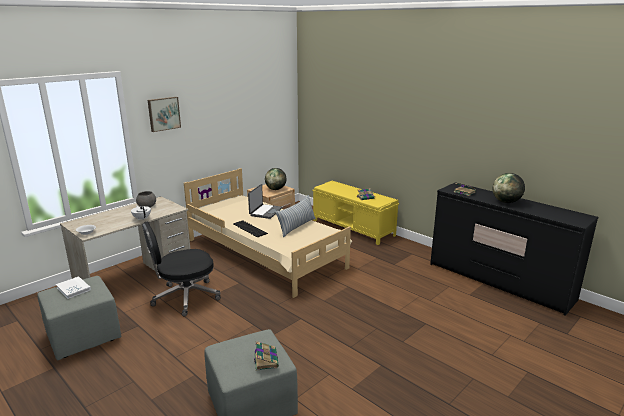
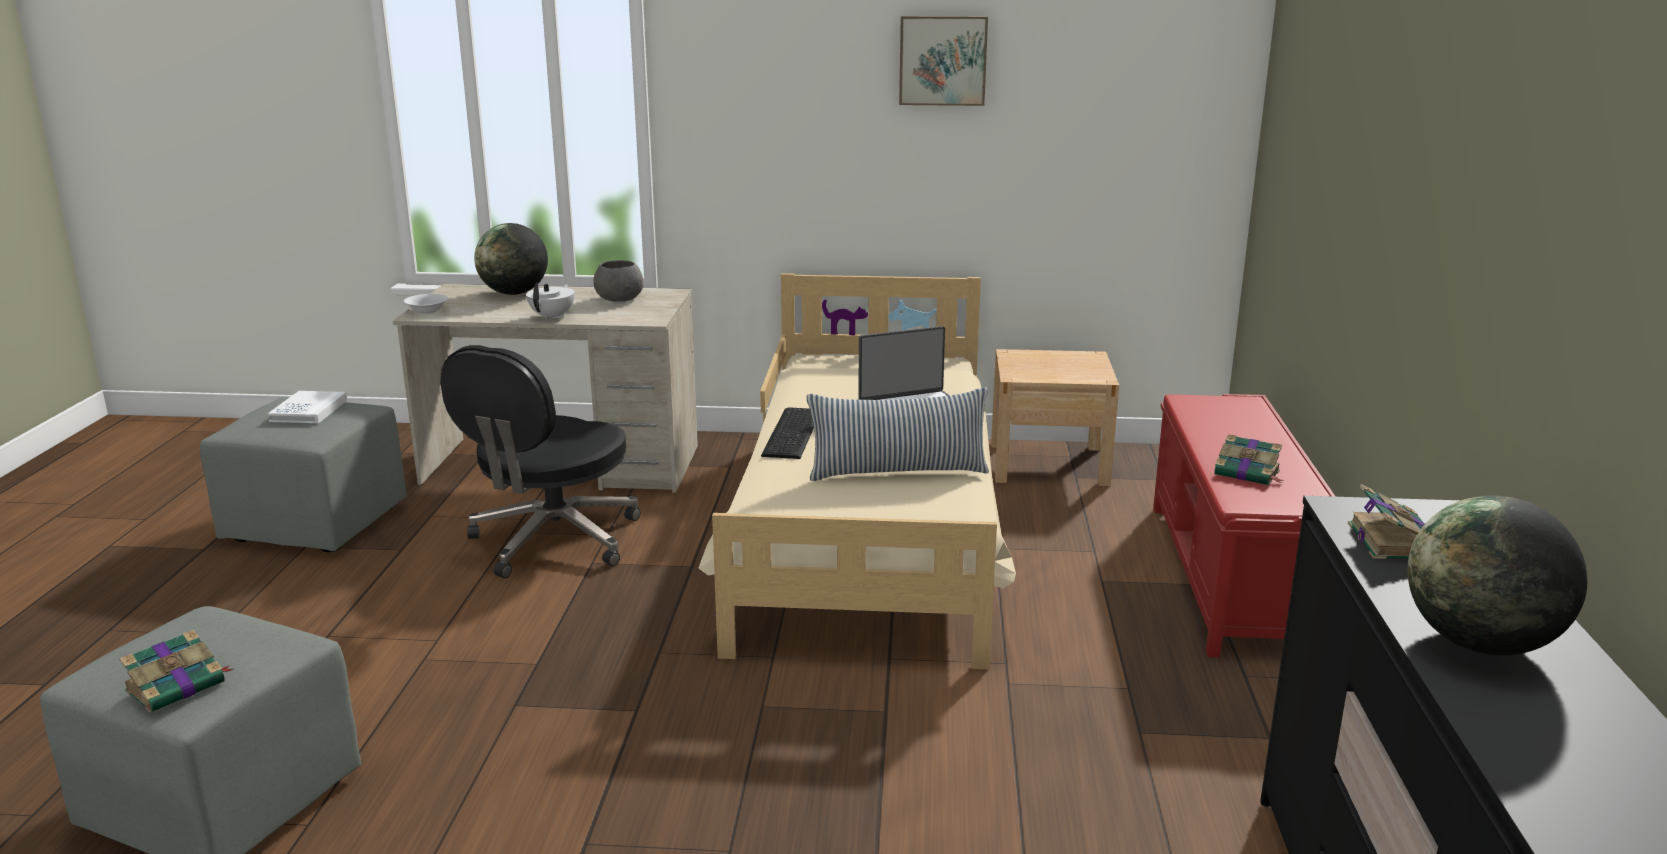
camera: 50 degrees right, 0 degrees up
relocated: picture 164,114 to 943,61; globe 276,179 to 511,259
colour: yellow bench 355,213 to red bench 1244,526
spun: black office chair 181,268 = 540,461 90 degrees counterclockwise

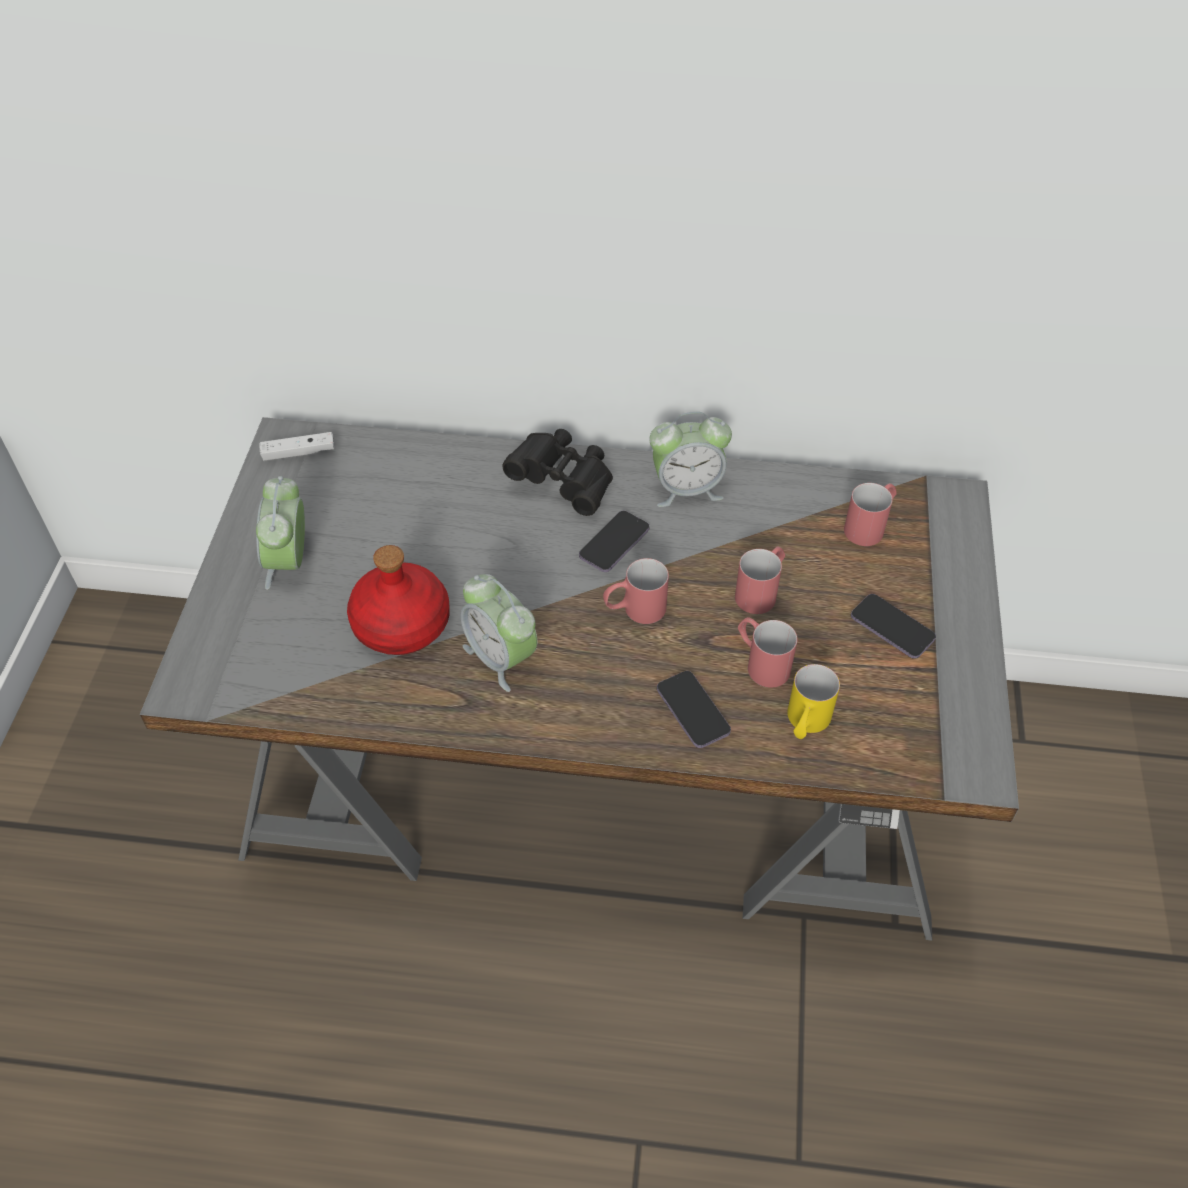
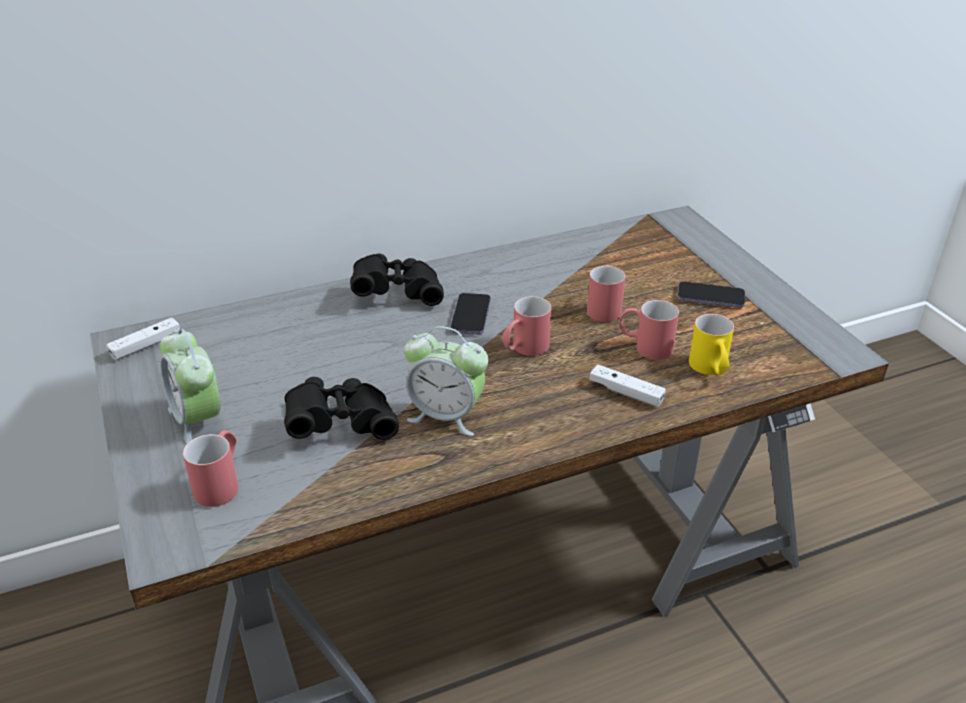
camera: 30 degrees left, 15 degrees down
missing: alarm clock 690,459
relocated: red mug 870,514 to 210,468
exchanged: red bottle 398,600 to black binoculars 341,408; phone 694,709 to white game controller 628,386

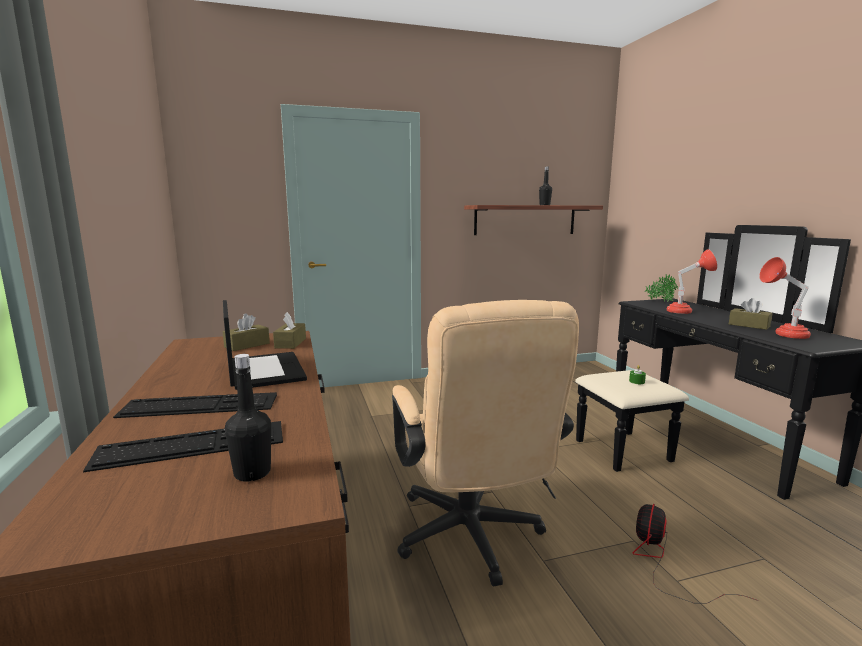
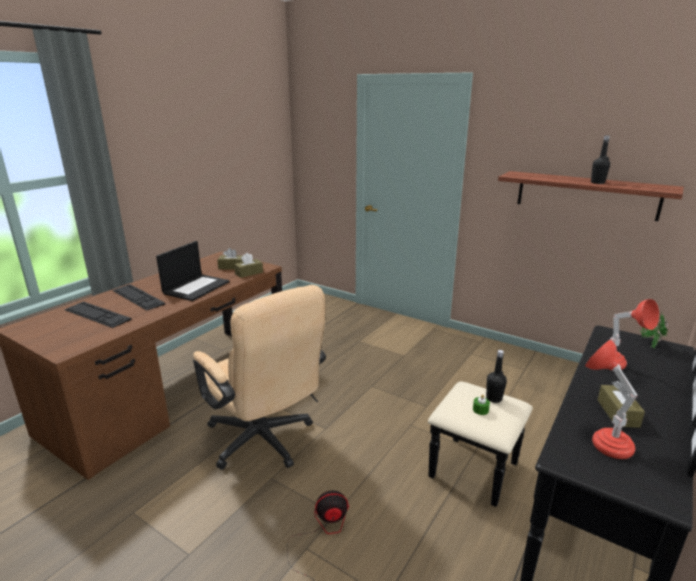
camera: 50 degrees right, 10 degrees up
relocated: black bottle 248,418 to 496,376
spun: beige office chair 485,443 = 259,377 75 degrees counterclockwise

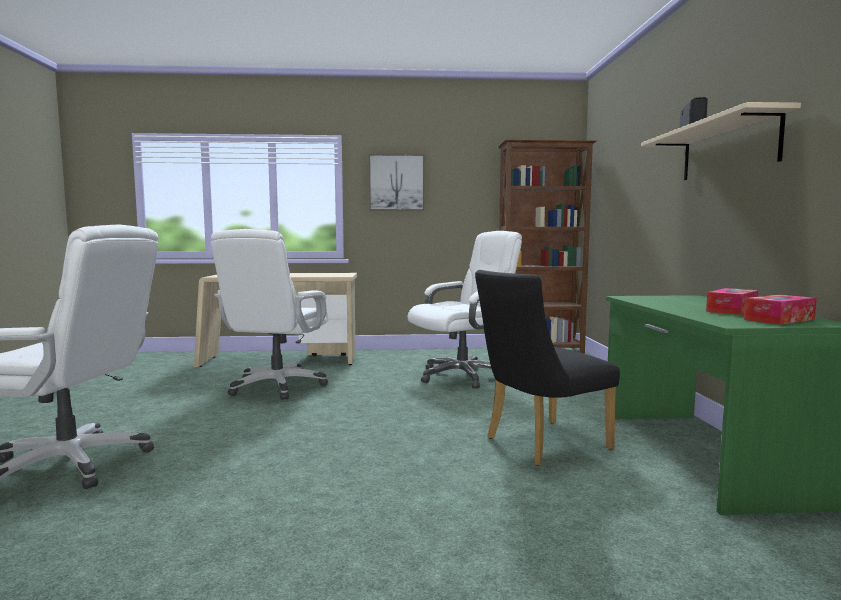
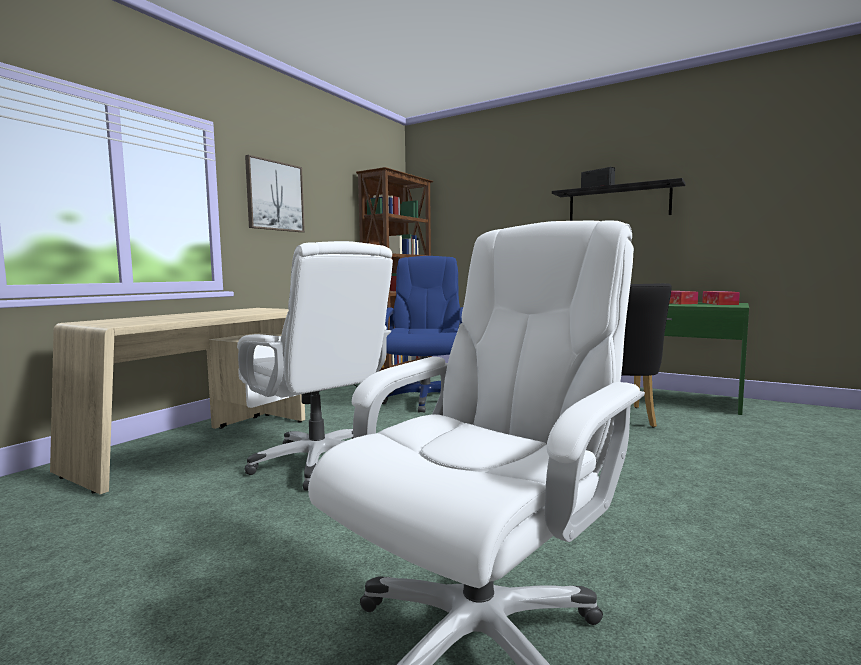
camera: 55 degrees left, 0 degrees up
colour: beige shelf 721,141 to black shelf 619,199; white office chair 465,310 to blue office chair 422,334

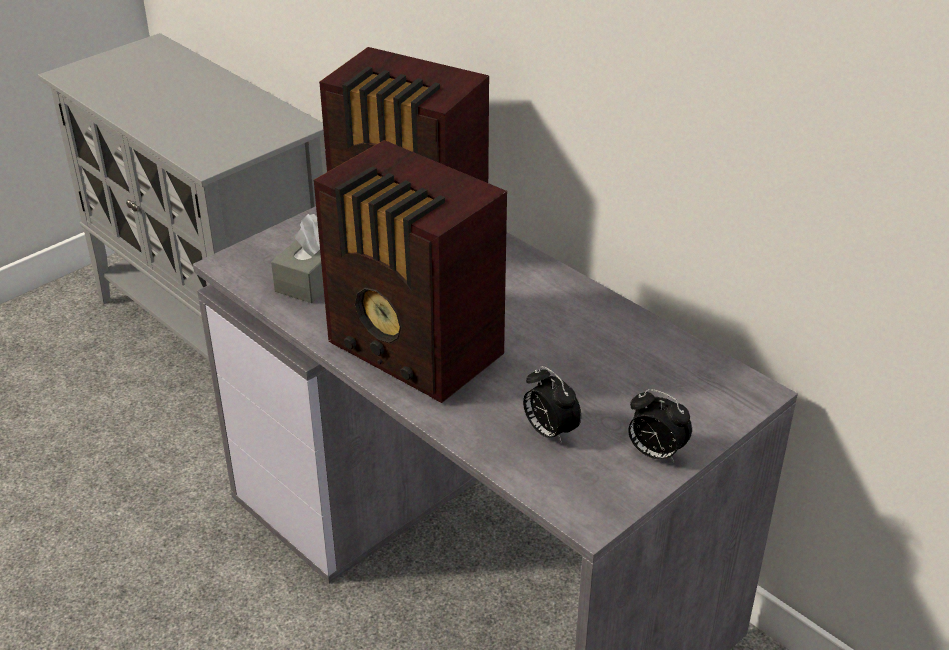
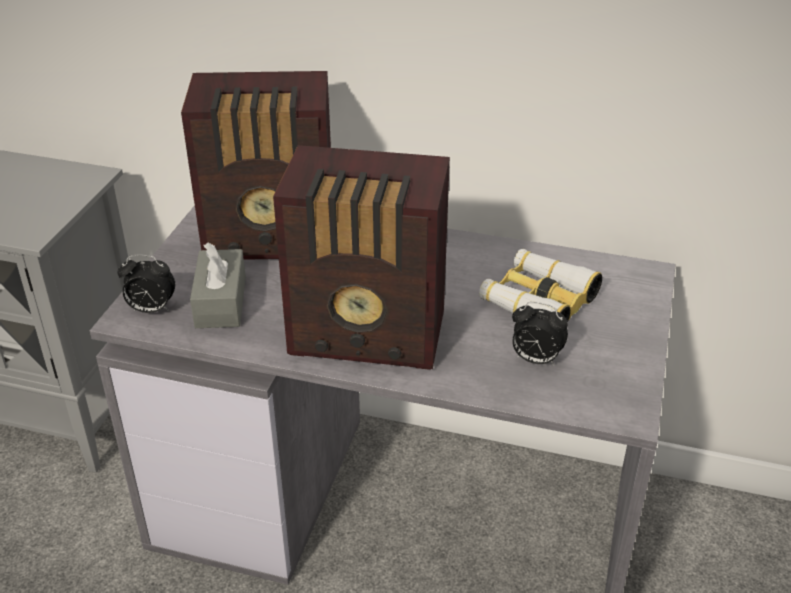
camera: 30 degrees left, 0 degrees up
appeared: binoculars 540,286
relocated: alarm clock 660,426 to 146,284

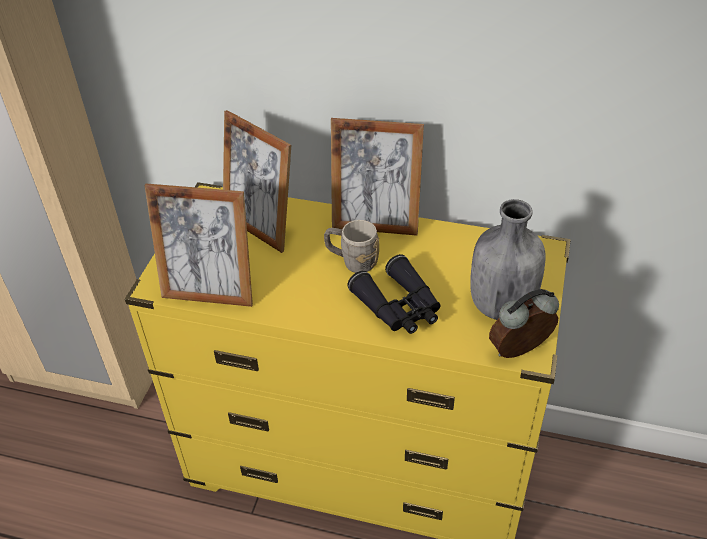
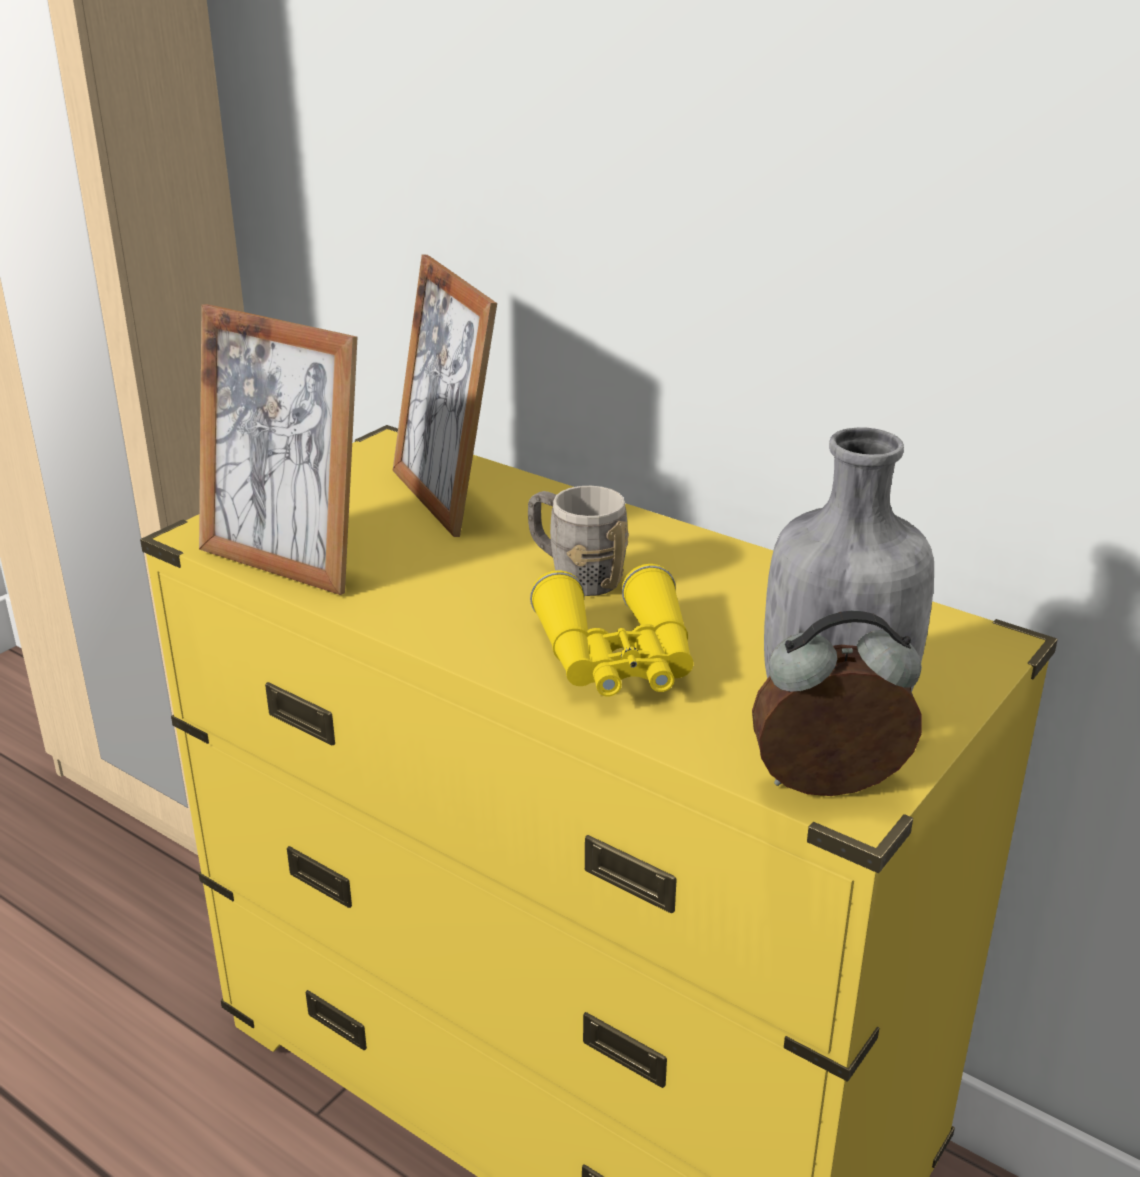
camera: 20 degrees right, 15 degrees down
missing: picture frame 377,177
colour: black binoculars 394,294 to yellow binoculars 612,630

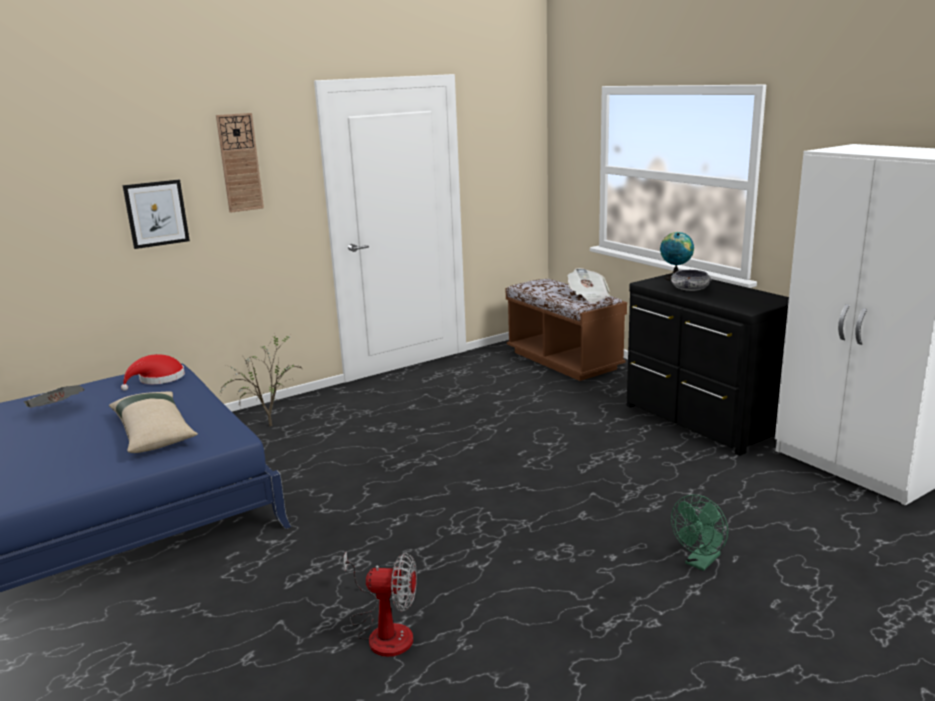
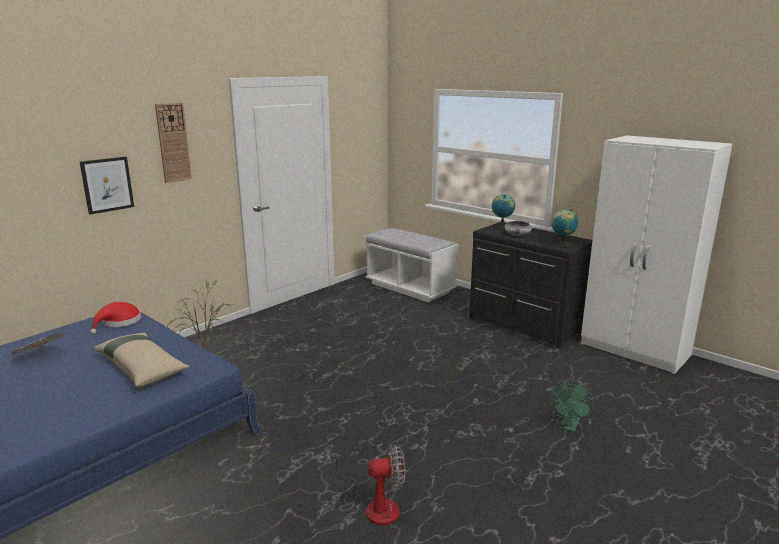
camera: 15 degrees left, 0 degrees up
missing: newspaper 589,285
appeared: globe 564,228
colour: brown bench 566,330 to white bench 412,265

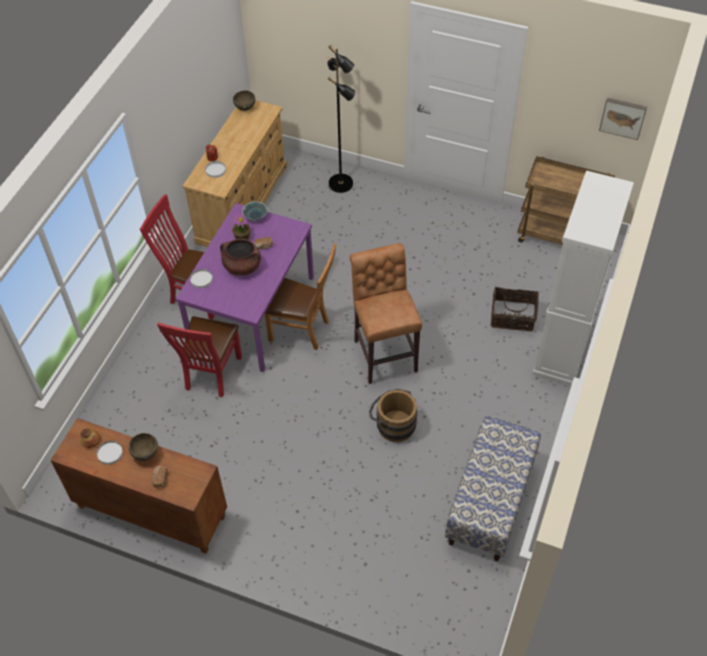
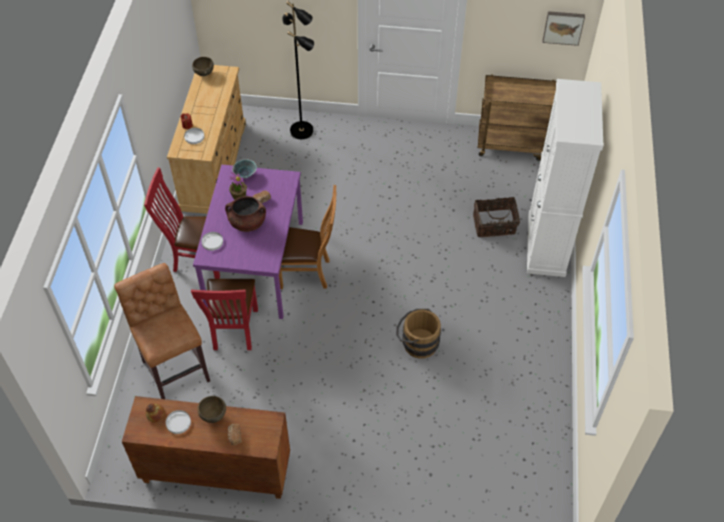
camera: 15 degrees left, 0 degrees up
missing: bench 493,488
relocated: brown stool 386,313 to 162,331

